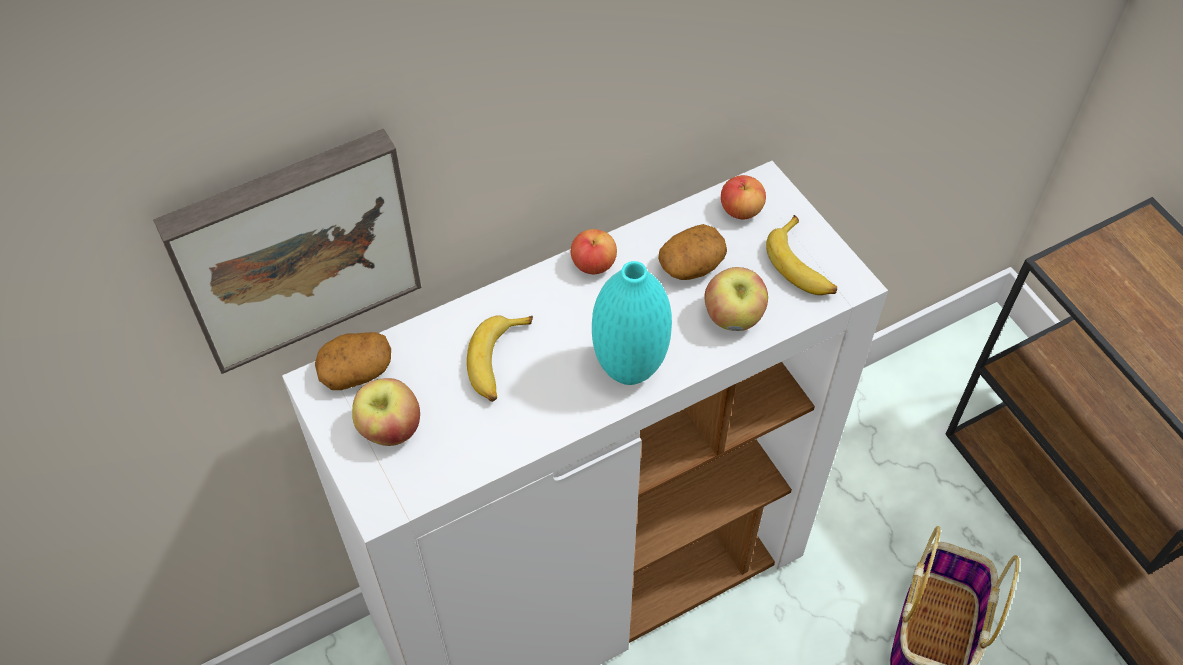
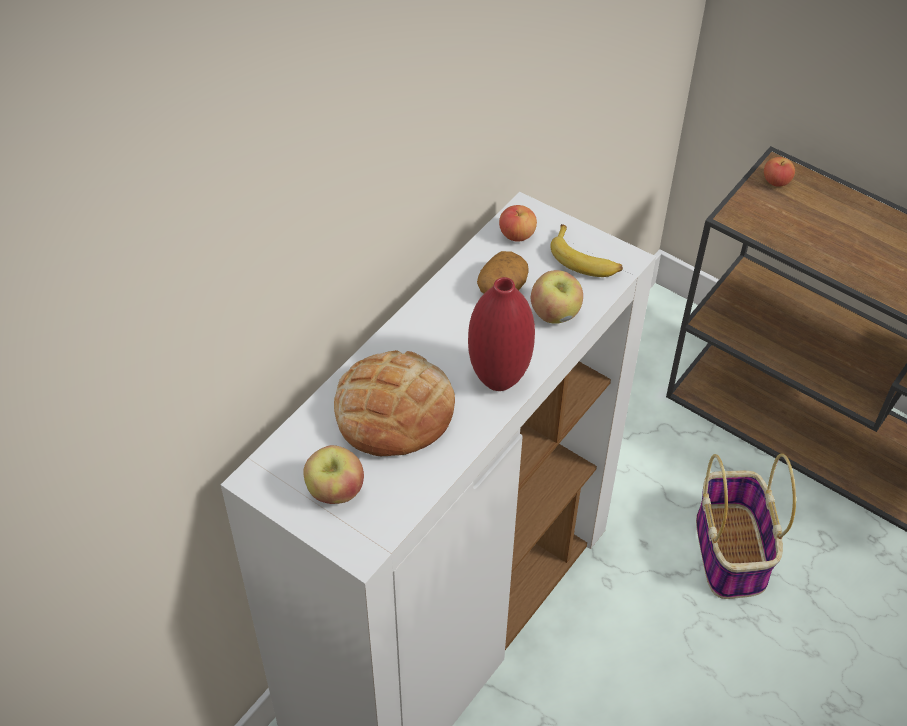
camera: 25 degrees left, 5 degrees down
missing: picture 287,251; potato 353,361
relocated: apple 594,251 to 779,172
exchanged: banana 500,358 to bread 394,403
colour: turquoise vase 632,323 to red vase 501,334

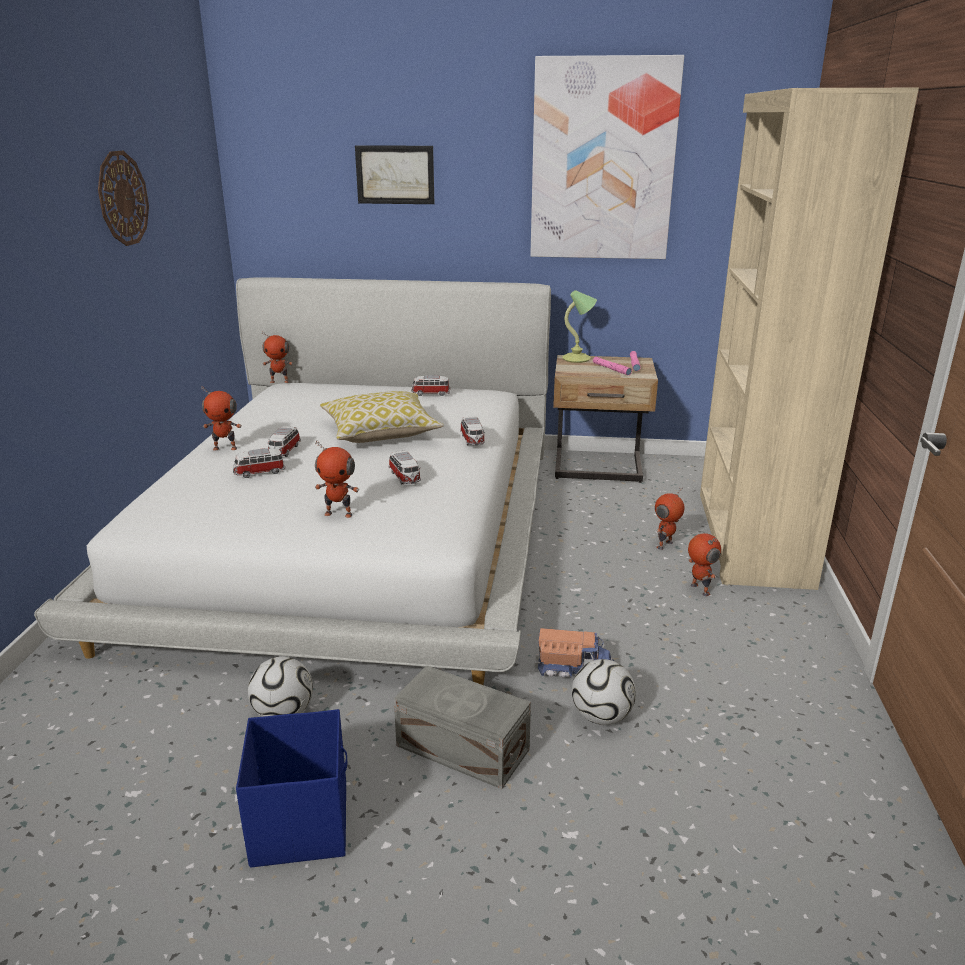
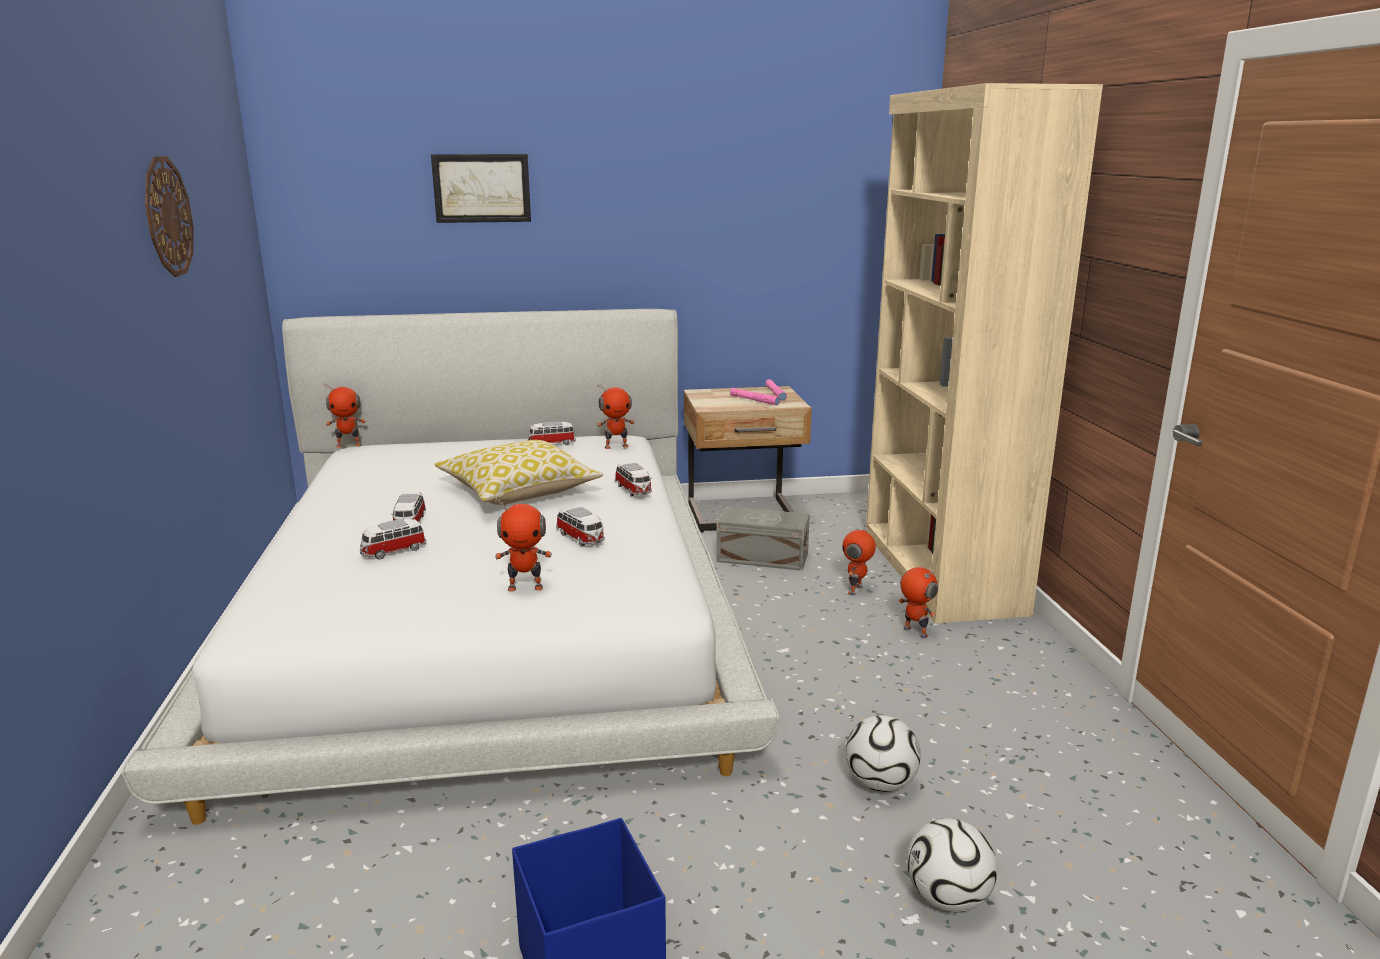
camera: 15 degrees left, 5 degrees down
missing: picture 607,157; table lamp 579,326; toy truck 574,653
relocated: toy robot 221,418 to 616,416; football 280,687 to 952,865; grey storage box 462,727 to 763,539

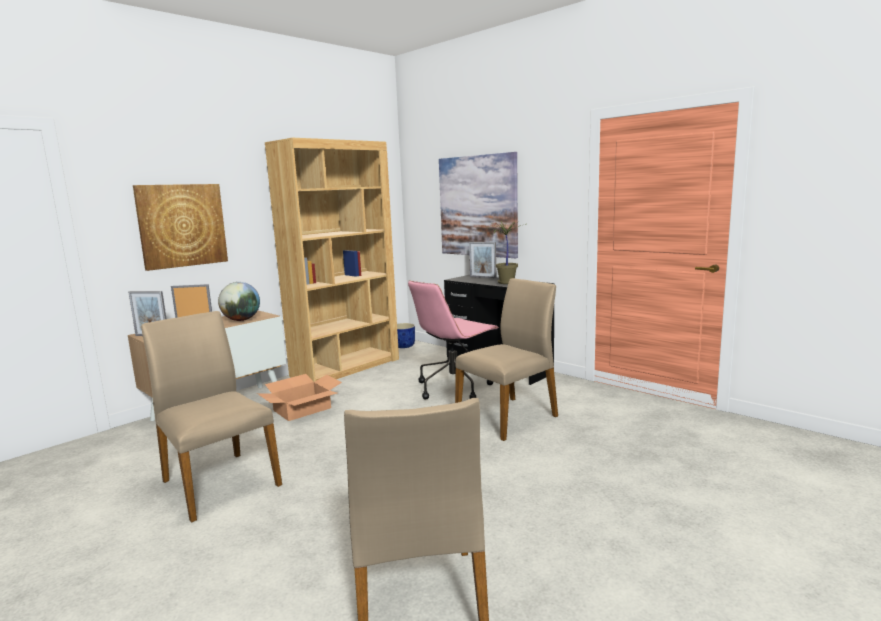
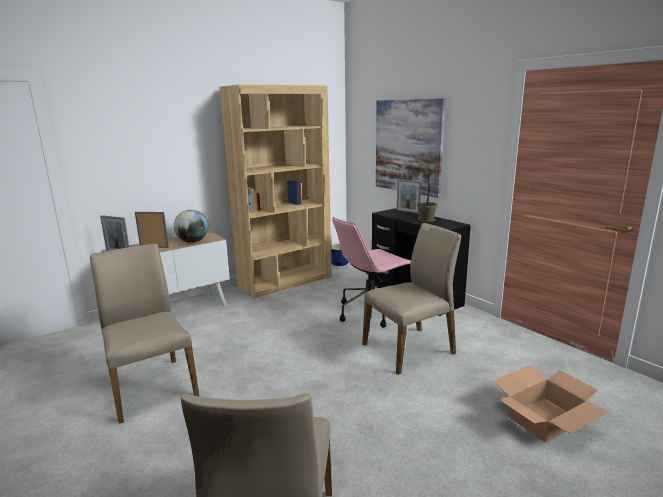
camera: 10 degrees right, 5 degrees up
missing: picture 180,227
relocated: cardboard box 299,397 to 551,404

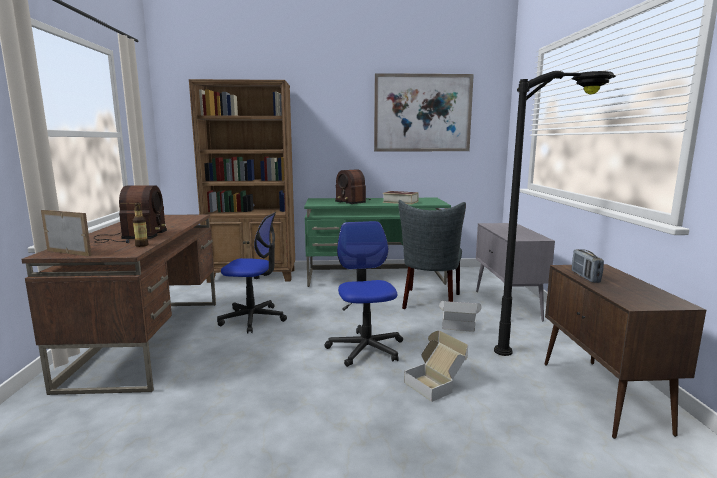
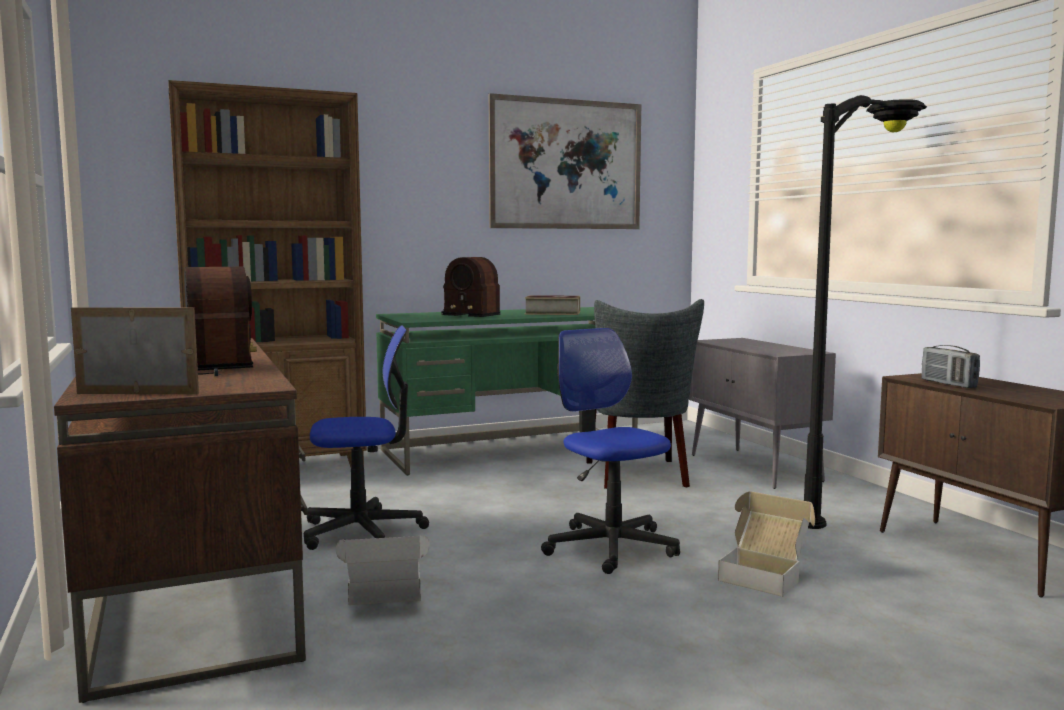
camera: 20 degrees left, 5 degrees down
missing: bottle 141,225
relocated: cardboard box 460,316 to 383,570

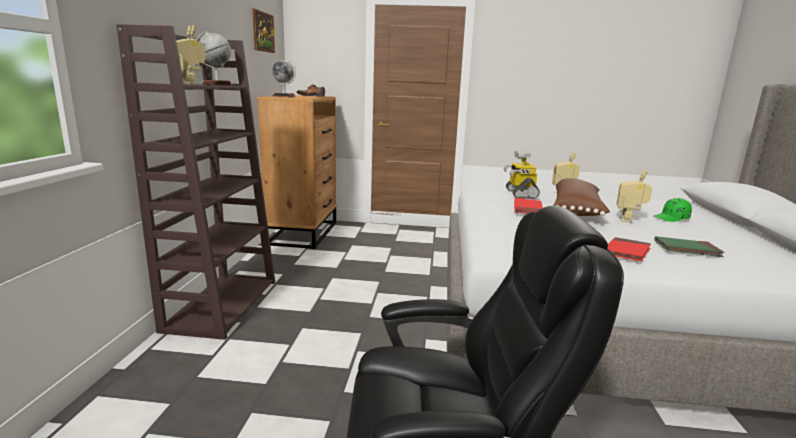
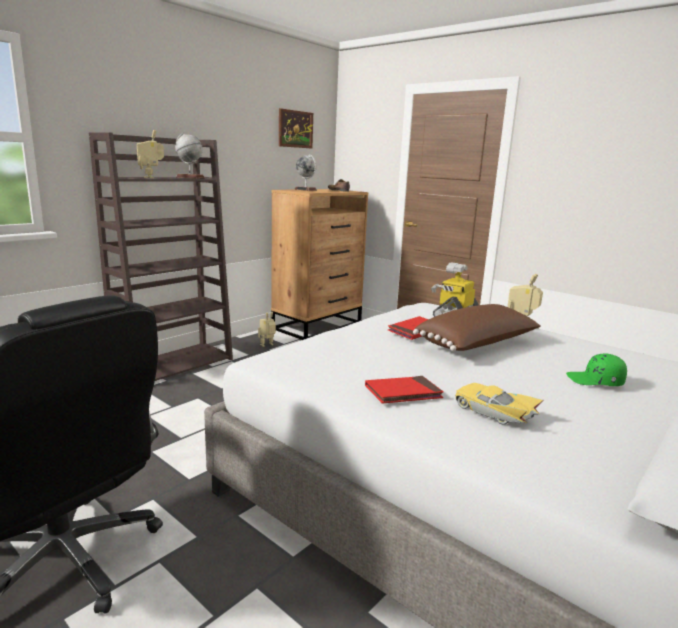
camera: 35 degrees right, 0 degrees up
relocated: toy robot 634,196 to 267,329
exchanged: green book 689,246 to yellow toy car 499,404

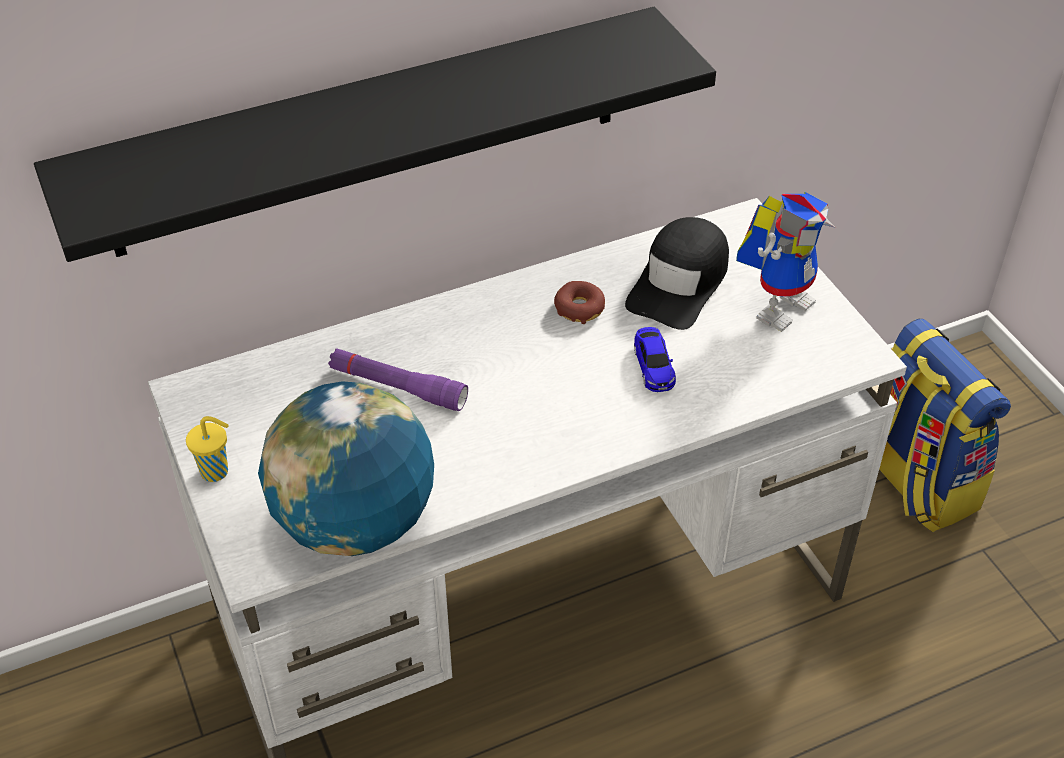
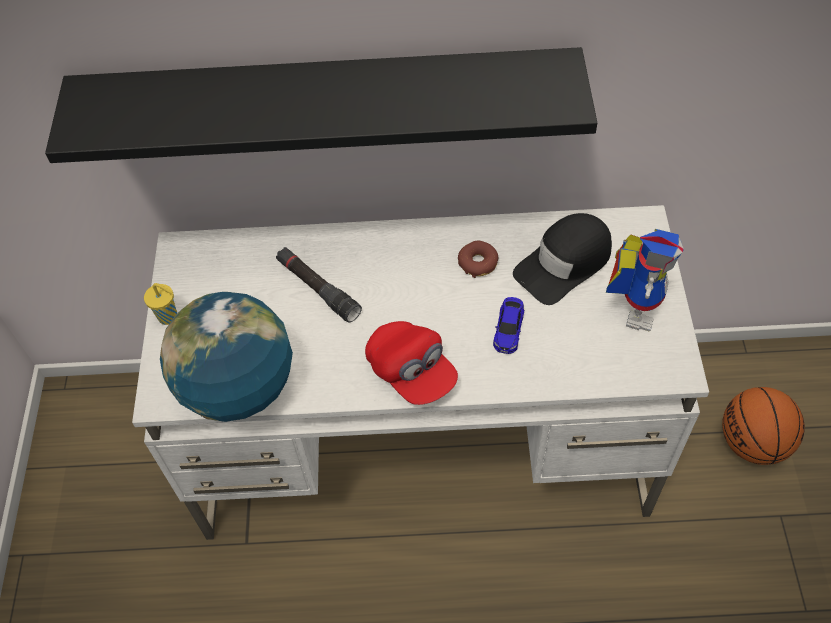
camera: 25 degrees right, 10 degrees up
appeared: red cap 411,363
exchanged: backpack 945,425 to basketball 763,426
colour: purple flashlight 398,379 to black flashlight 319,285
spun: toy robot 786,262 = 645,280 45 degrees counterclockwise

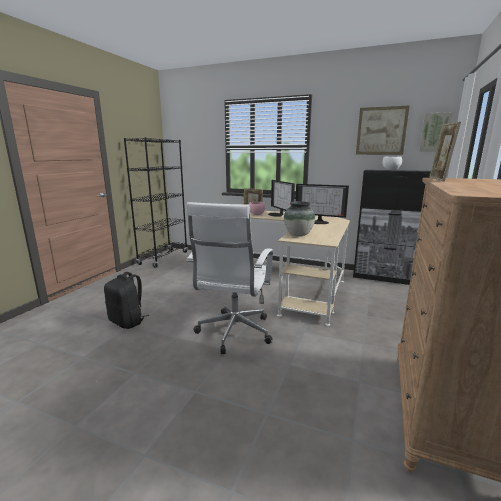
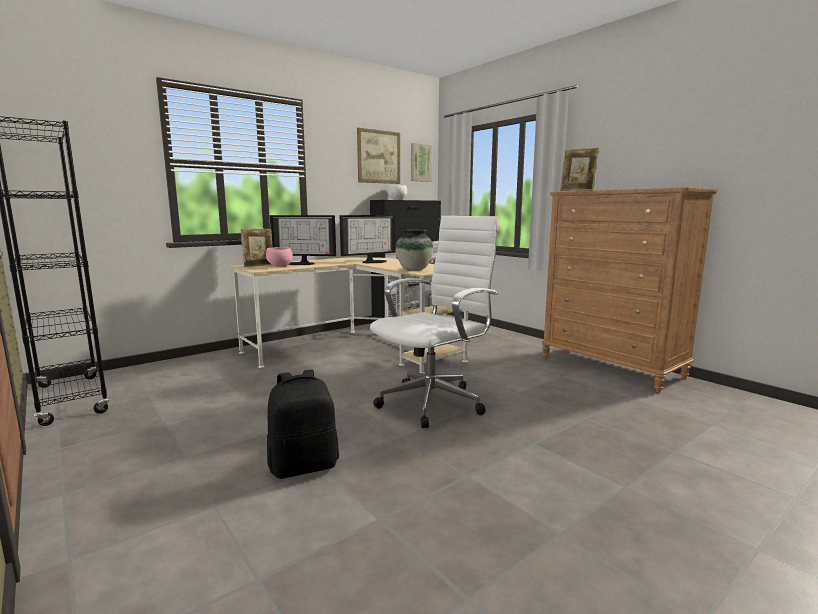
camera: 60 degrees left, 5 degrees down
spun: white office chair 229,278 = 434,322 90 degrees counterclockwise

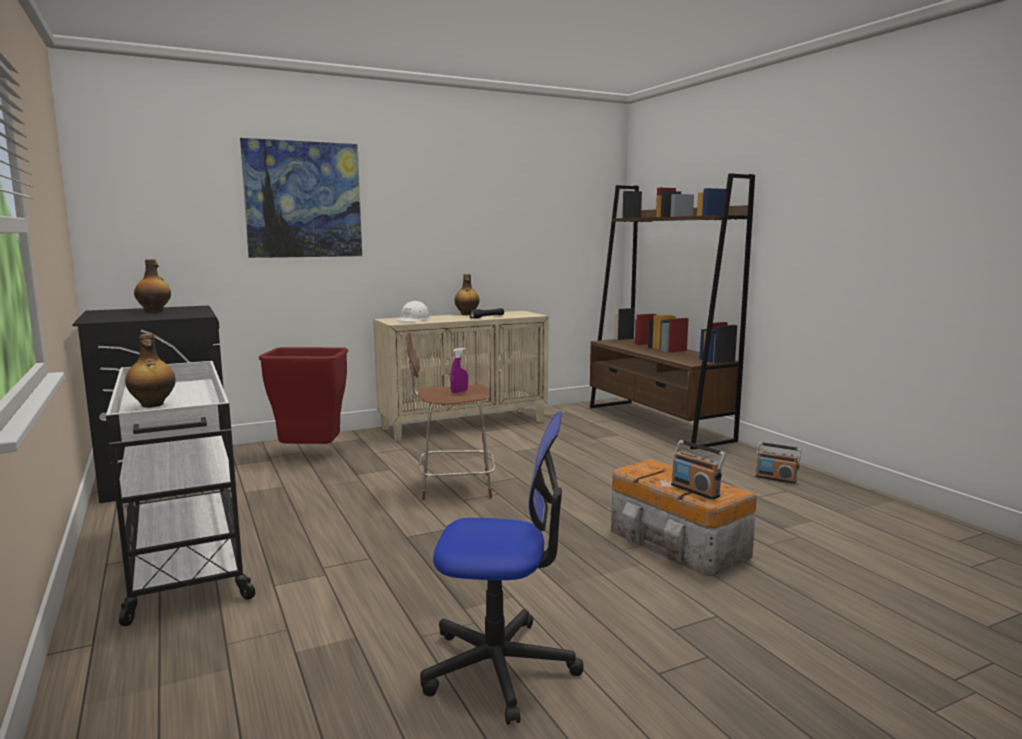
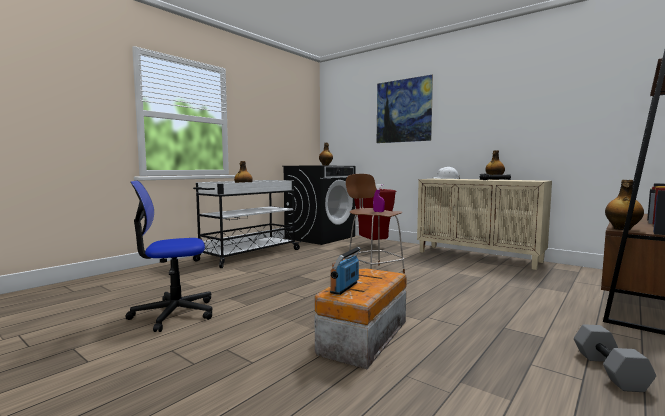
camera: 65 degrees right, 5 degrees down
appeared: bottle 624,205
exchanged: radio 778,463 to grey dumbbell 615,358
spun: office chair 501,568 = 168,256 90 degrees clockwise

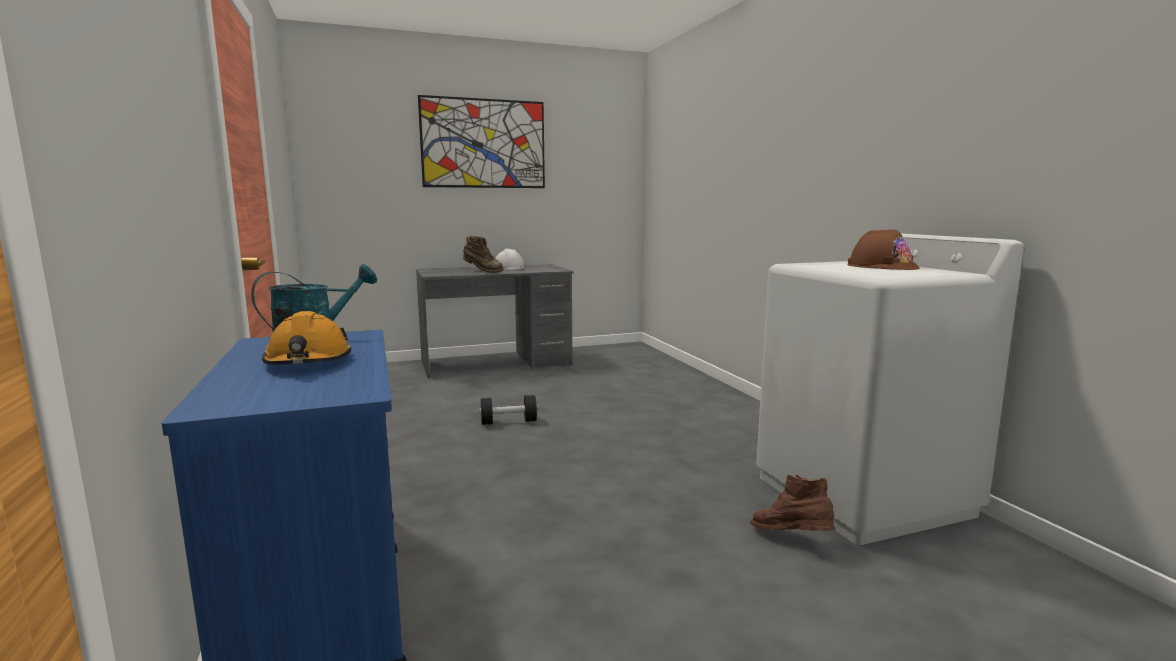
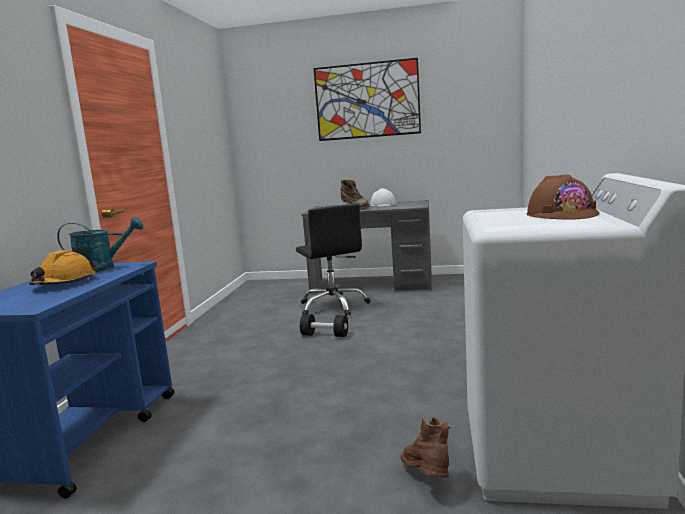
camera: 30 degrees right, 0 degrees up
appeared: black office chair 333,260

